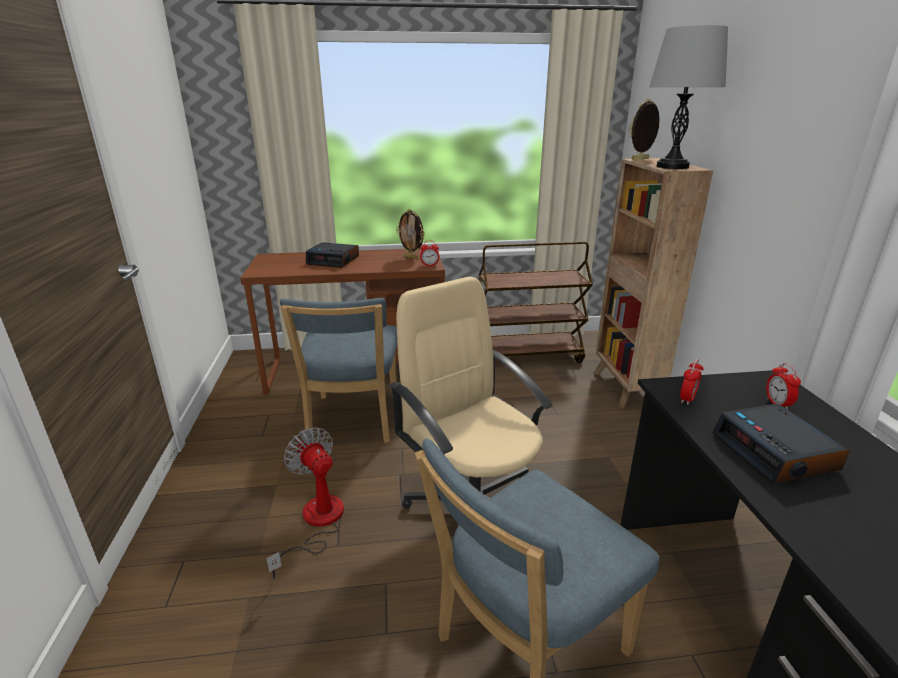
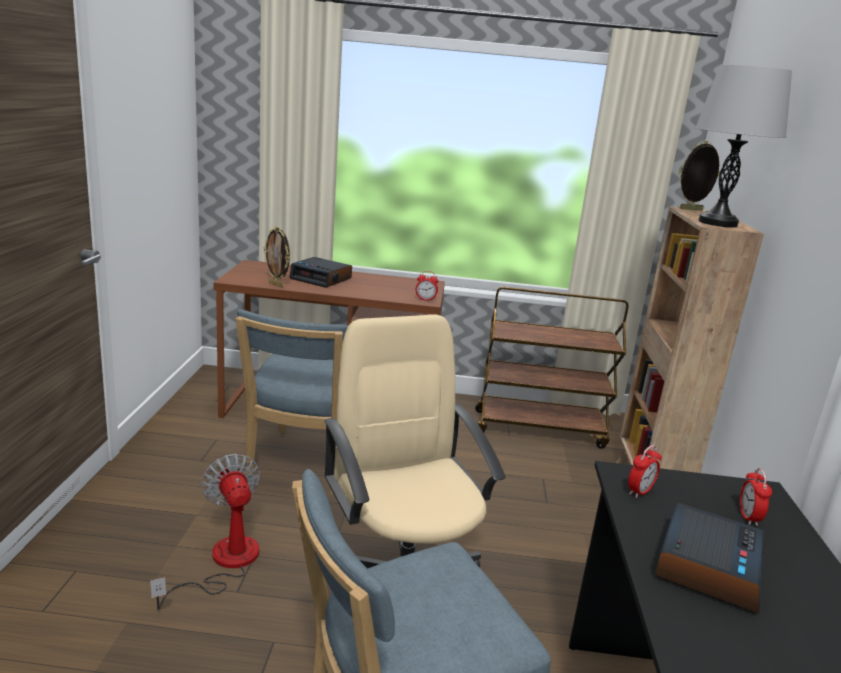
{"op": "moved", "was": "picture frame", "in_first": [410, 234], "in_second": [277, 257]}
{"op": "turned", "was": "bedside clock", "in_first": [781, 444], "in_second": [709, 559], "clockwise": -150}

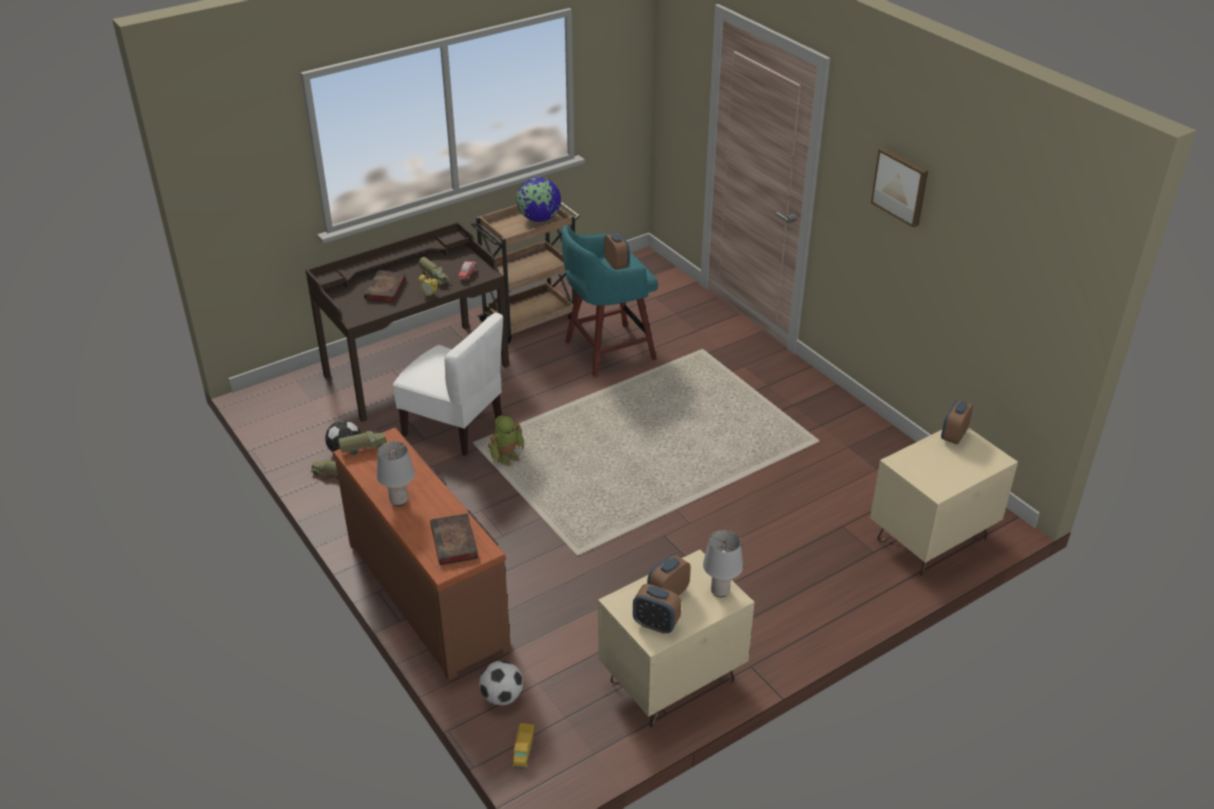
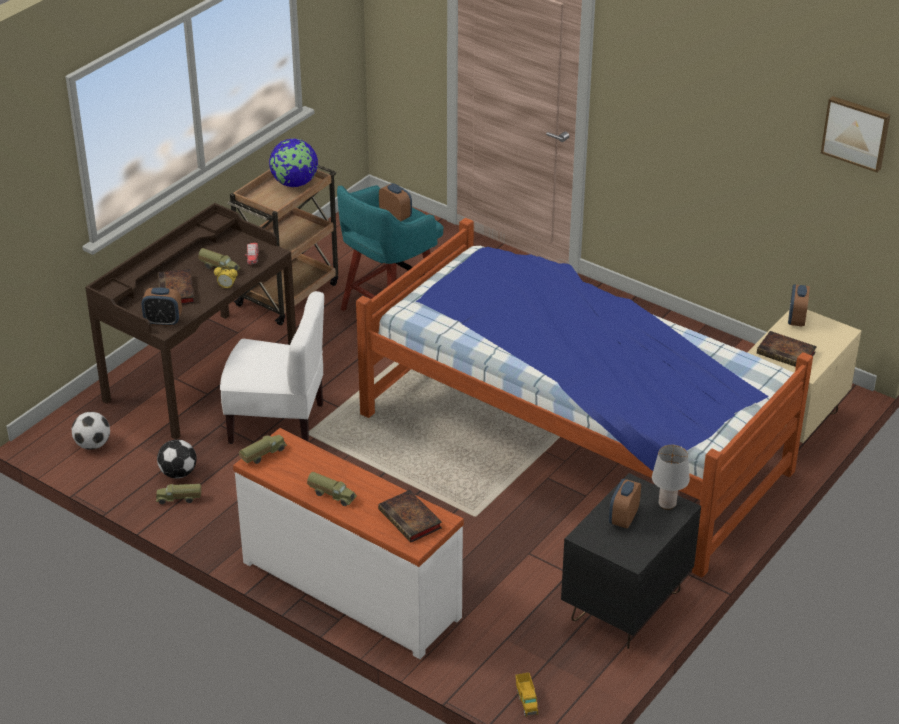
{"op": "recoloured", "was": "drawer chest (brown)", "now": "drawer chest (white)", "in_first": [422, 554], "in_second": [348, 543]}
{"op": "replaced", "was": "table lamp (gray)", "now": "toy lorry", "in_first": [396, 473], "in_second": [332, 489]}
{"op": "moved", "was": "football", "in_first": [501, 683], "in_second": [91, 431]}
{"op": "removed", "was": "robot figure", "in_first": [506, 441]}
{"op": "recoloured", "was": "nightstand (beige)", "now": "nightstand (black)", "in_first": [676, 639], "in_second": [631, 561]}
{"op": "moved", "was": "bedside clock", "in_first": [657, 609], "in_second": [162, 307]}
{"op": "moved", "was": "wall picture", "in_first": [899, 188], "in_second": [855, 134]}
{"op": "added", "now": "sleeping bed", "in_second": [584, 398]}
{"op": "added", "now": "book", "in_second": [787, 349]}

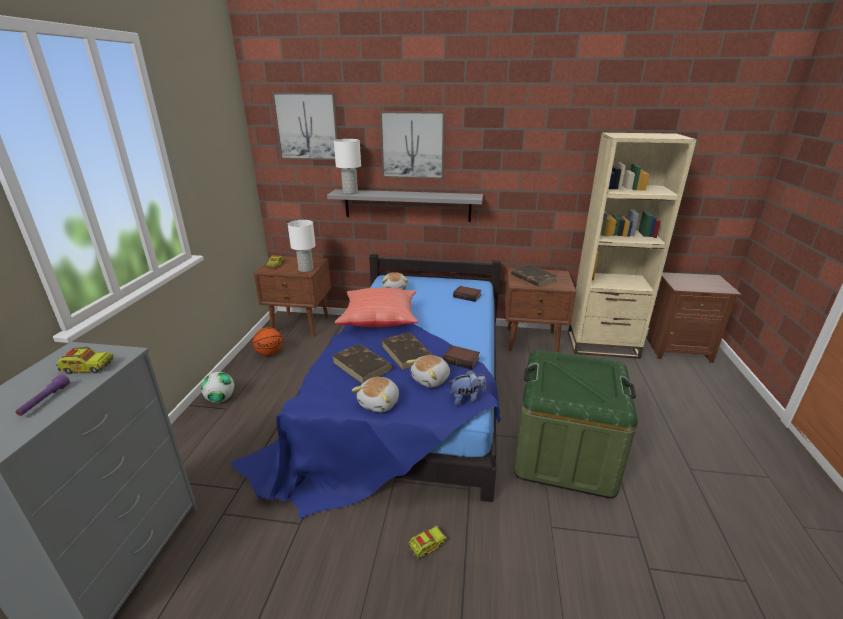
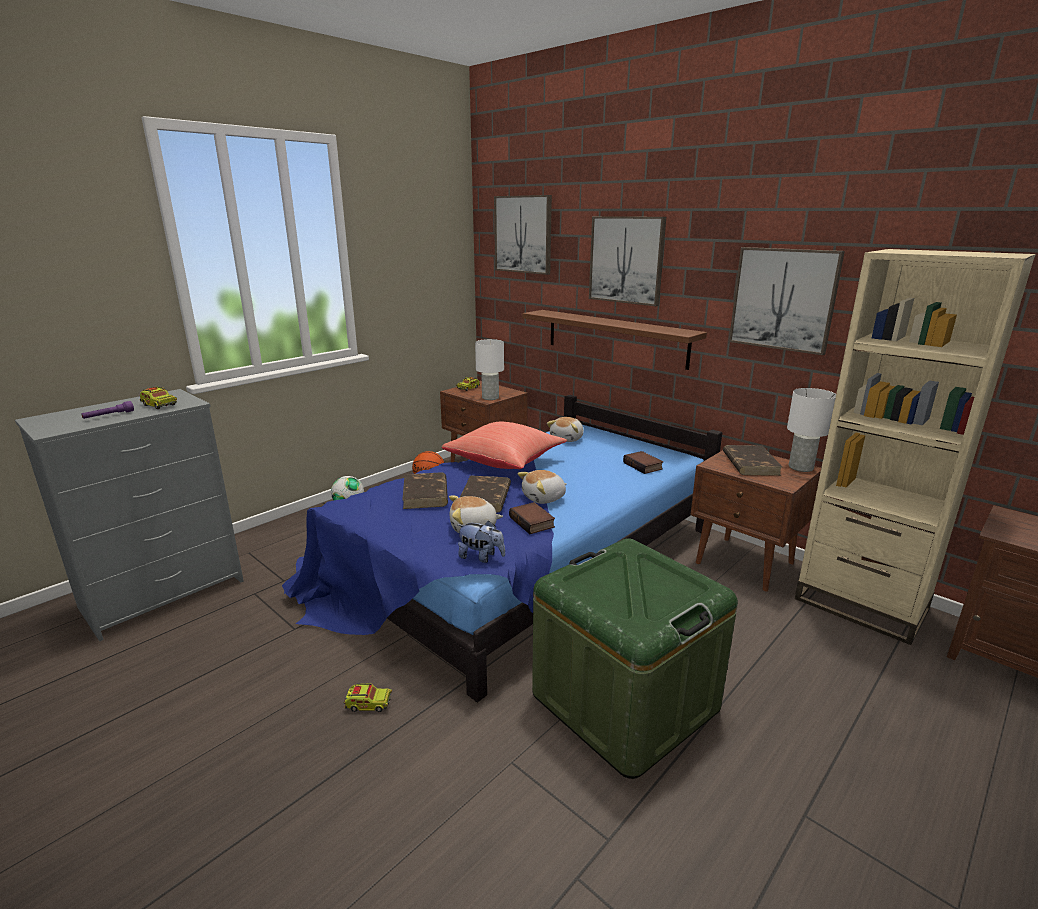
{"op": "recoloured", "was": "bracket shelf (gray)", "now": "bracket shelf (brown)", "in_first": [405, 205], "in_second": [614, 340]}
{"op": "moved", "was": "table lamp (white)", "in_first": [347, 166], "in_second": [811, 430]}
{"op": "moved", "was": "soft toy", "in_first": [375, 394], "in_second": [542, 487]}
{"op": "added", "now": "wall picture", "in_second": [787, 301]}

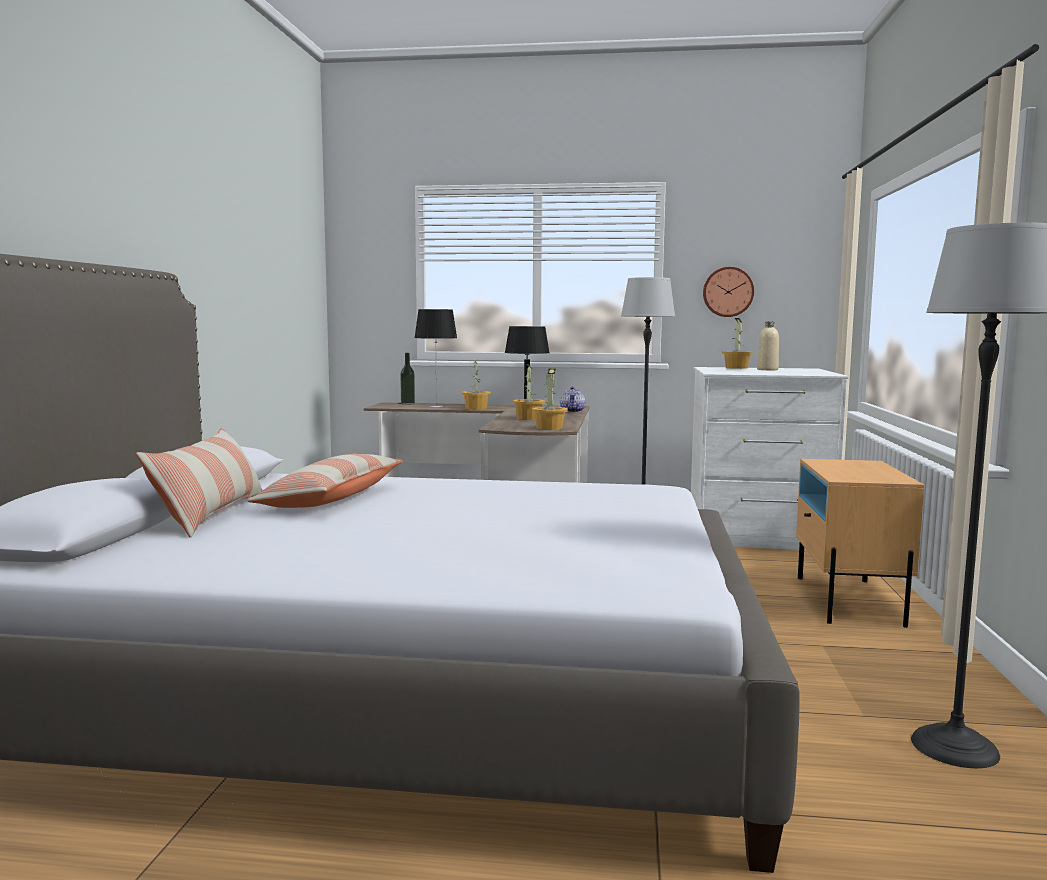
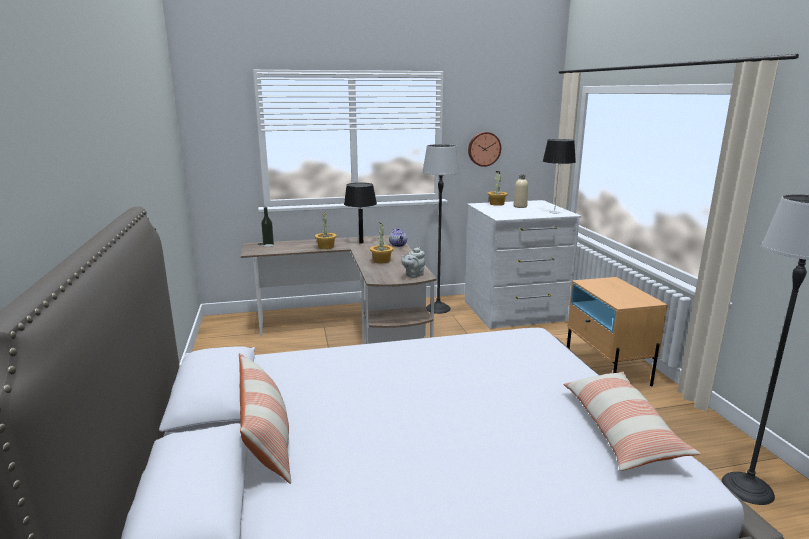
{"op": "moved", "was": "cushion", "in_first": [325, 481], "in_second": [632, 421]}
{"op": "moved", "was": "table lamp", "in_first": [435, 358], "in_second": [559, 176]}
{"op": "replaced", "was": "plant in a pot", "now": "teapot (gray)", "in_first": [550, 399], "in_second": [413, 262]}

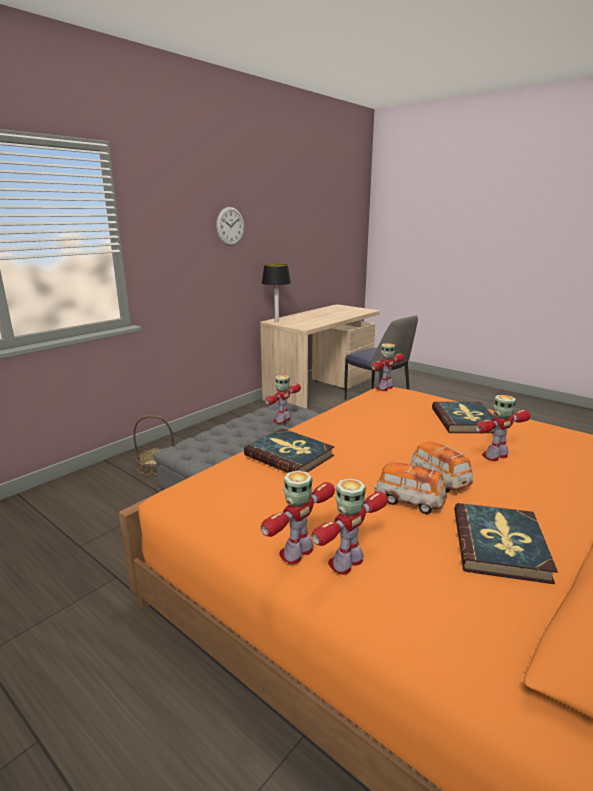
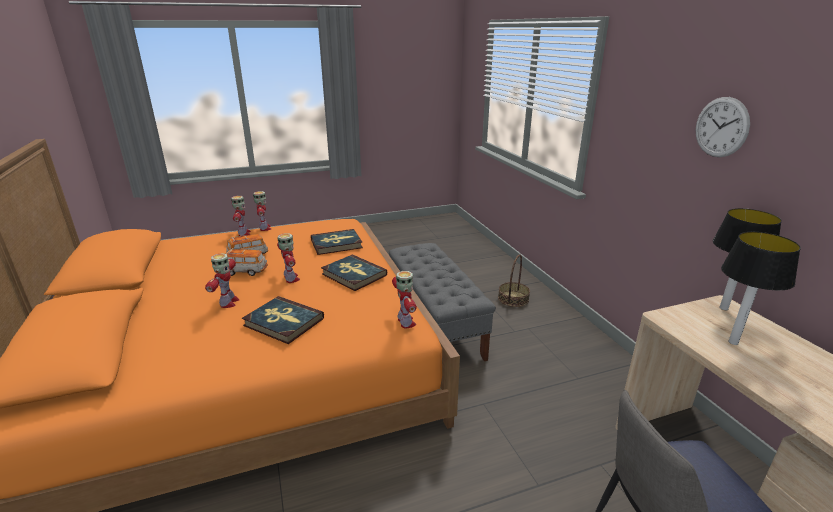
{"op": "moved", "was": "robot figure", "in_first": [283, 399], "in_second": [288, 258]}
{"op": "moved", "was": "book", "in_first": [506, 543], "in_second": [354, 272]}
{"op": "added", "now": "table lamp", "in_second": [761, 288]}

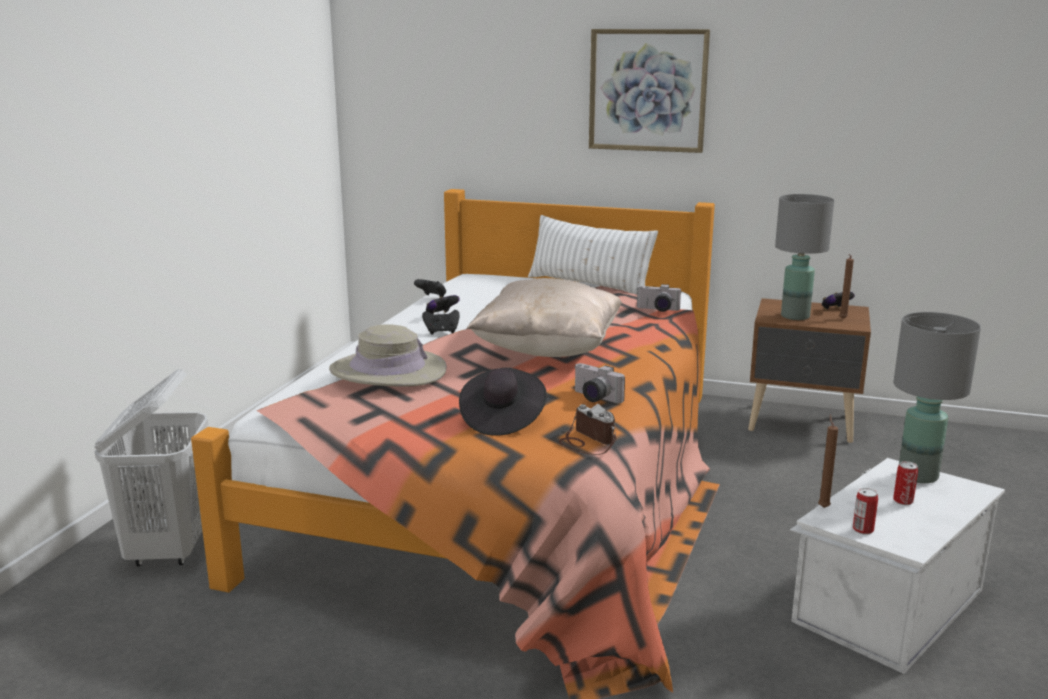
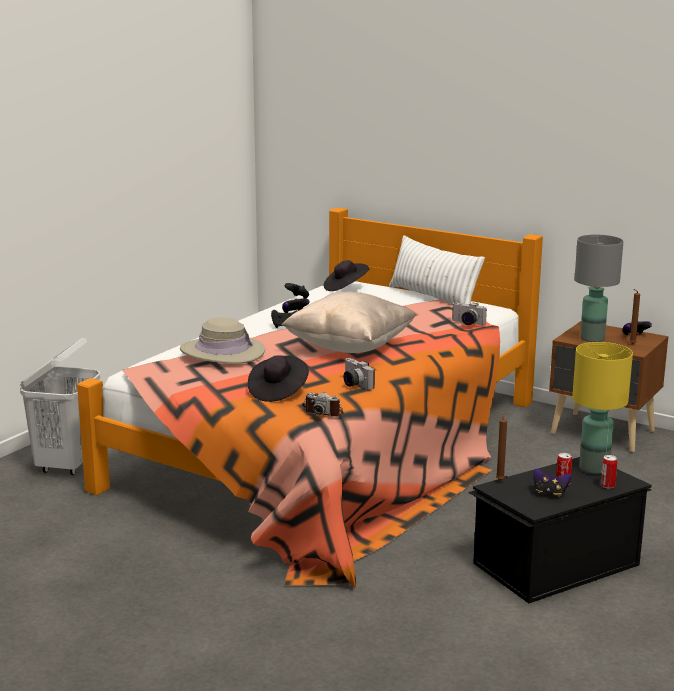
{"op": "turned", "was": "photo camera", "in_first": [587, 429], "in_second": [323, 404], "clockwise": 135}
{"op": "removed", "was": "wall picture", "in_first": [649, 91]}
{"op": "recoloured", "was": "storage container (white)", "now": "storage container (black)", "in_first": [897, 566], "in_second": [560, 530]}
{"op": "moved", "was": "can", "in_first": [865, 511], "in_second": [608, 471]}
{"op": "recoloured", "was": "table lamp (gray)", "now": "table lamp (yellow-coloured)", "in_first": [937, 397], "in_second": [602, 408]}
{"op": "added", "now": "hat (black)", "in_second": [346, 275]}
{"op": "added", "now": "gamepad", "in_second": [552, 482]}

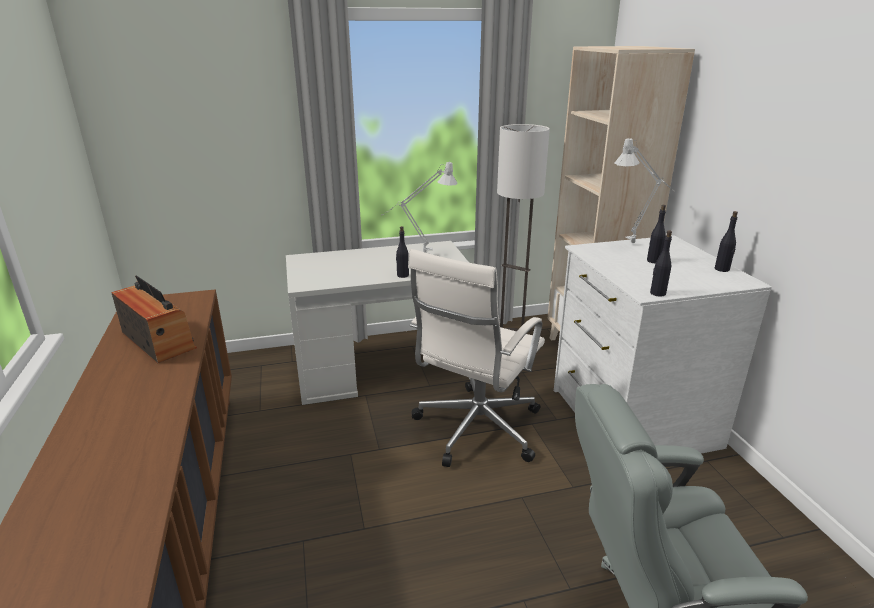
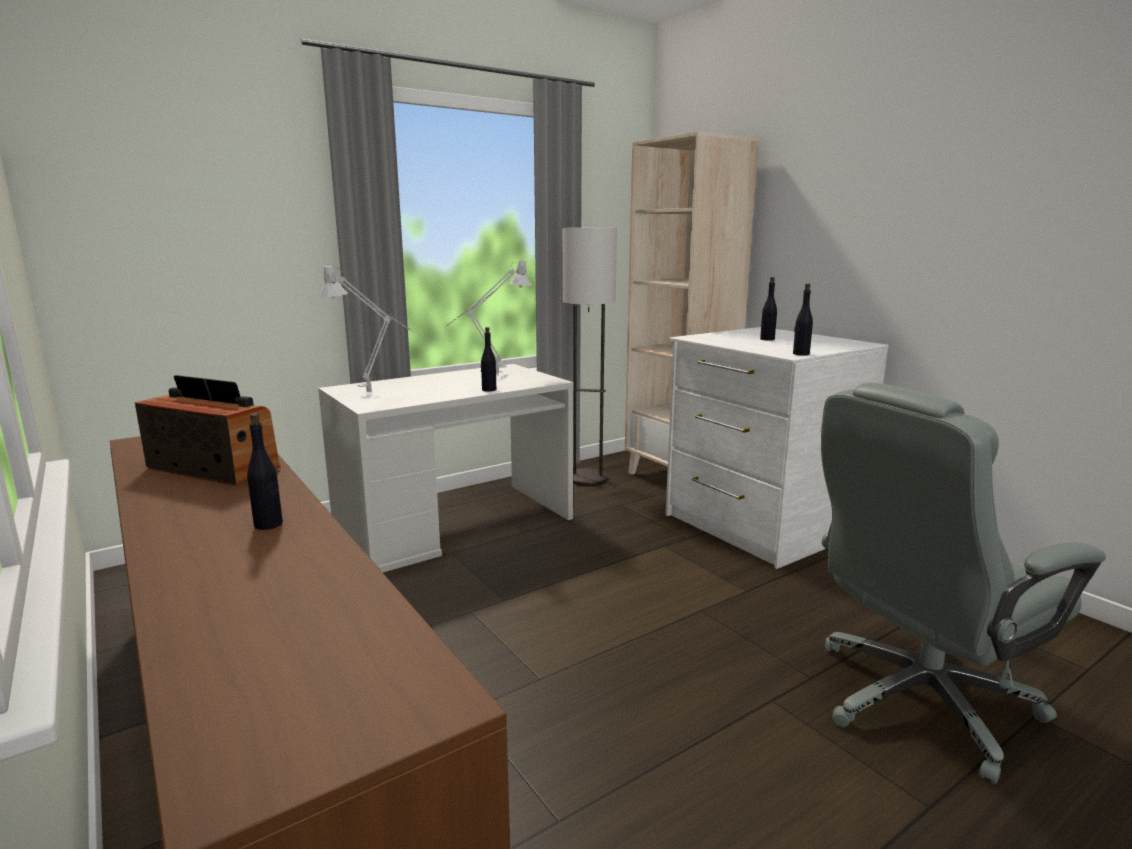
{"op": "removed", "was": "office chair (white)", "in_first": [476, 358]}
{"op": "moved", "was": "table lamp (gray)", "in_first": [644, 190], "in_second": [365, 329]}
{"op": "moved", "was": "bottle (black)", "in_first": [726, 241], "in_second": [265, 471]}

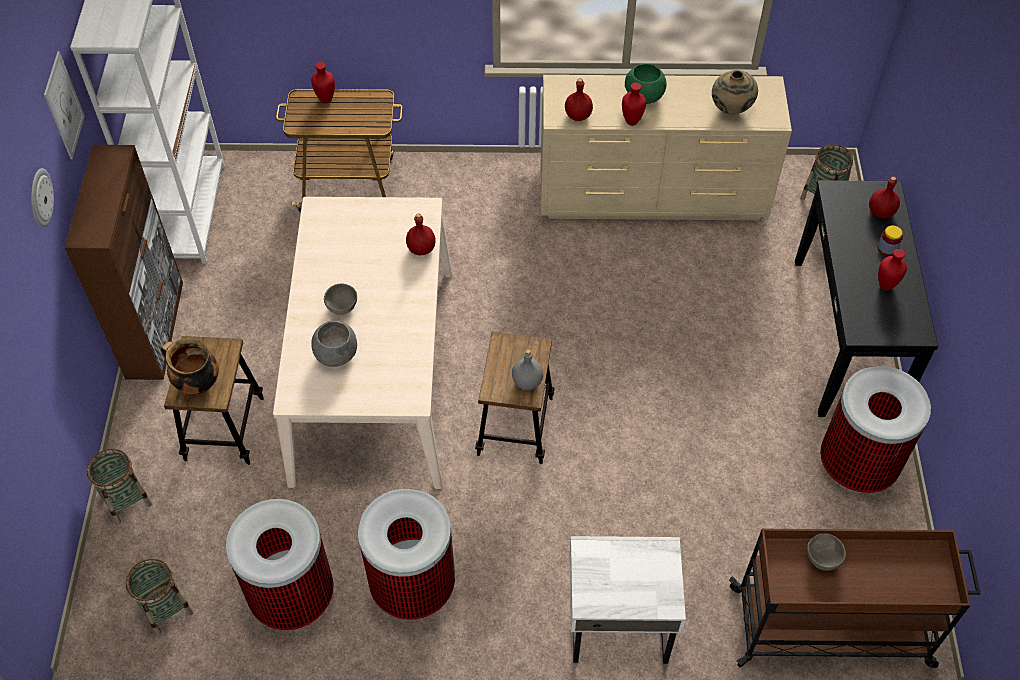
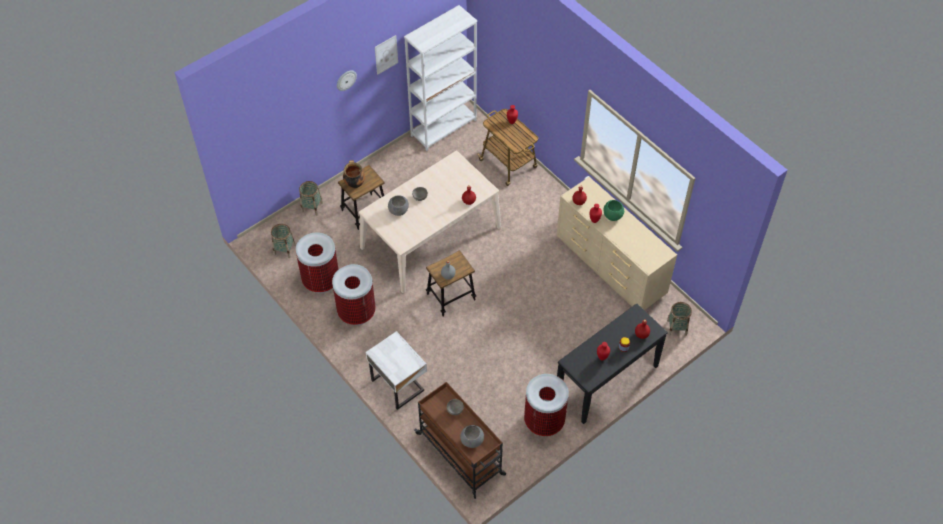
{"op": "removed", "was": "storage cabinet (brown)", "in_first": [124, 262]}
{"op": "removed", "was": "decorative vase (beige)", "in_first": [735, 92]}
{"op": "added", "now": "serving bowl (gray)", "in_second": [472, 436]}

